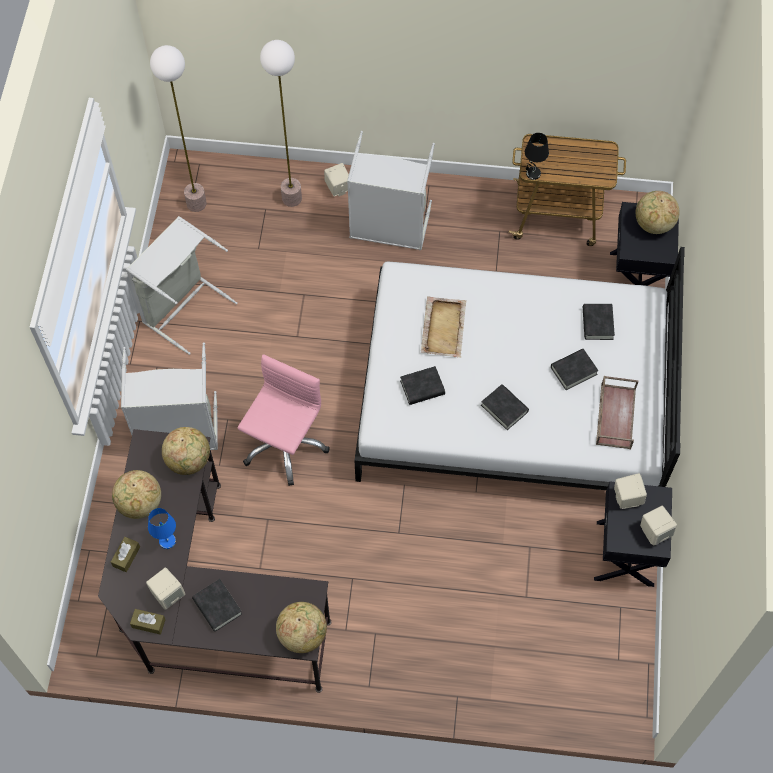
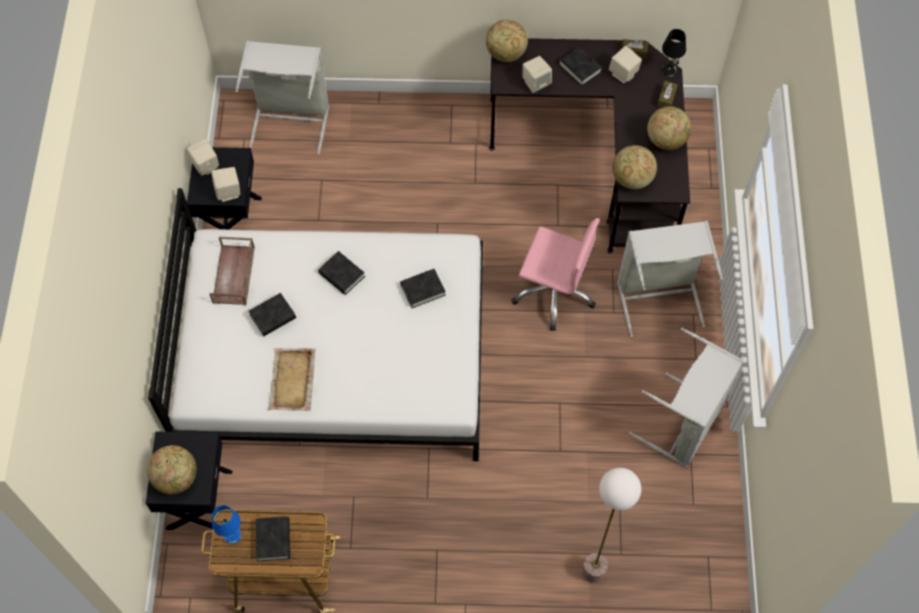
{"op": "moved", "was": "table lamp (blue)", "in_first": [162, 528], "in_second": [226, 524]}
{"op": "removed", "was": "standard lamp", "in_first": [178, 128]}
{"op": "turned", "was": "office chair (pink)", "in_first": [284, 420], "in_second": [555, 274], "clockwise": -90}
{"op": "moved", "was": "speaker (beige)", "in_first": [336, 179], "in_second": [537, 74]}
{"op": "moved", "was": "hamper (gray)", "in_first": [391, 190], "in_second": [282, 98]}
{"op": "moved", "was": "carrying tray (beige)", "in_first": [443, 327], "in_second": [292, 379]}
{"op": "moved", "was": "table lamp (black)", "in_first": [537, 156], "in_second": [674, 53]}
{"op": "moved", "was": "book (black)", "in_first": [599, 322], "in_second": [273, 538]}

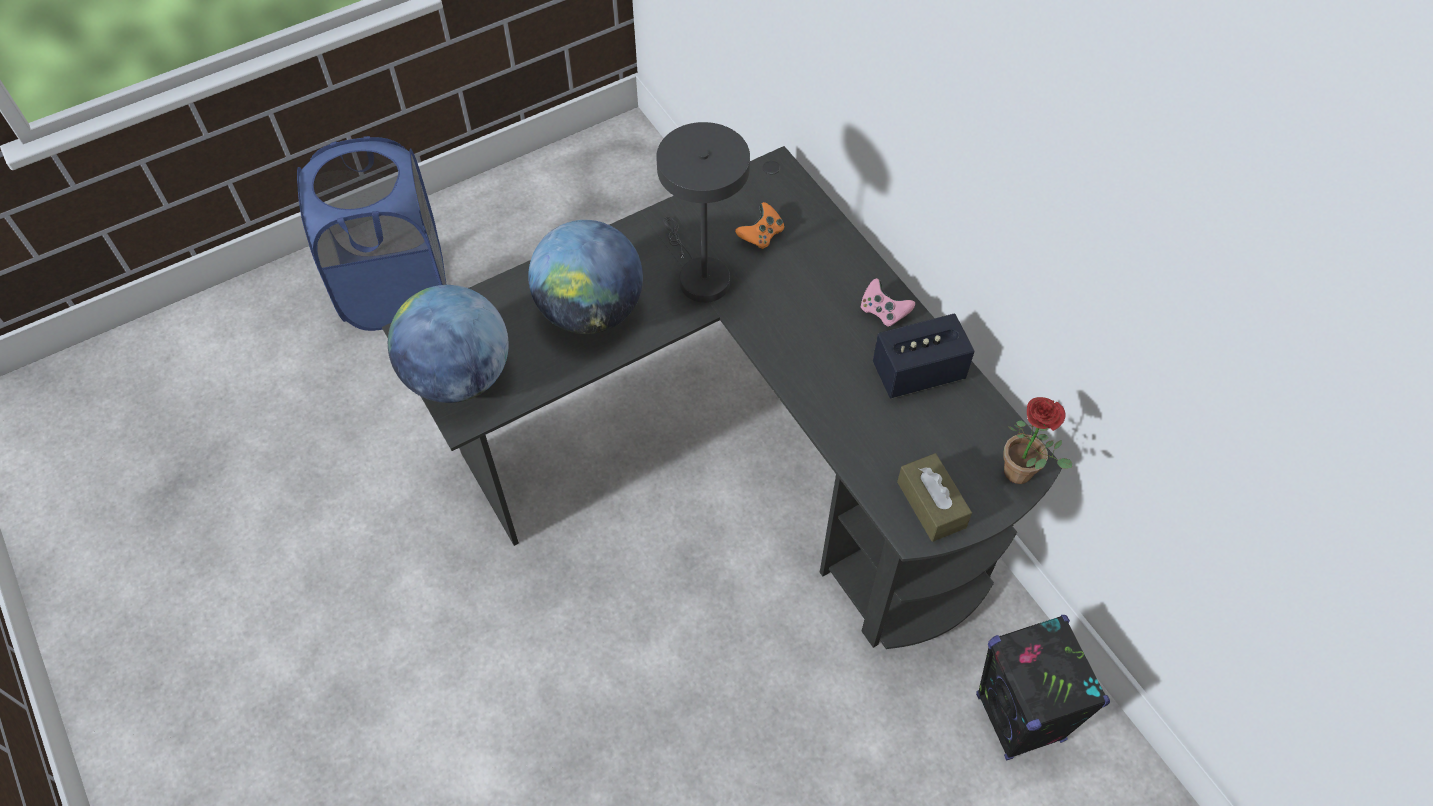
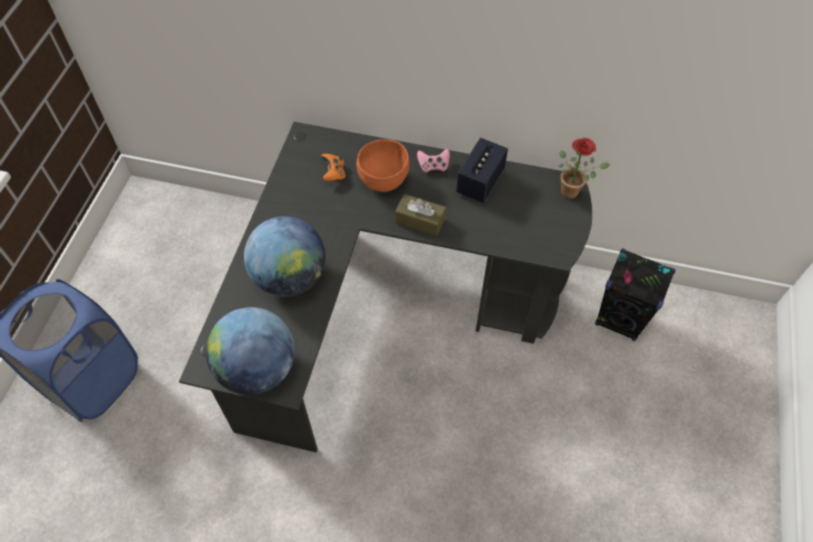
{"op": "removed", "was": "table lamp (gray)", "in_first": [703, 212]}
{"op": "moved", "was": "tissue holder (brown)", "in_first": [934, 497], "in_second": [420, 215]}
{"op": "added", "now": "serving bowl (orange)", "in_second": [383, 165]}

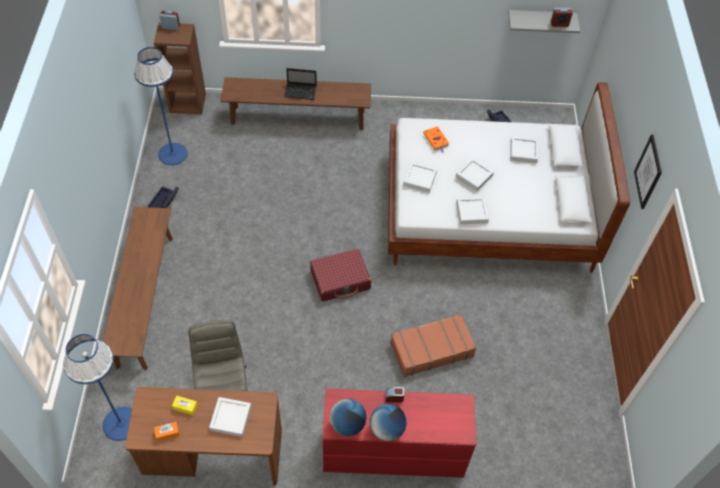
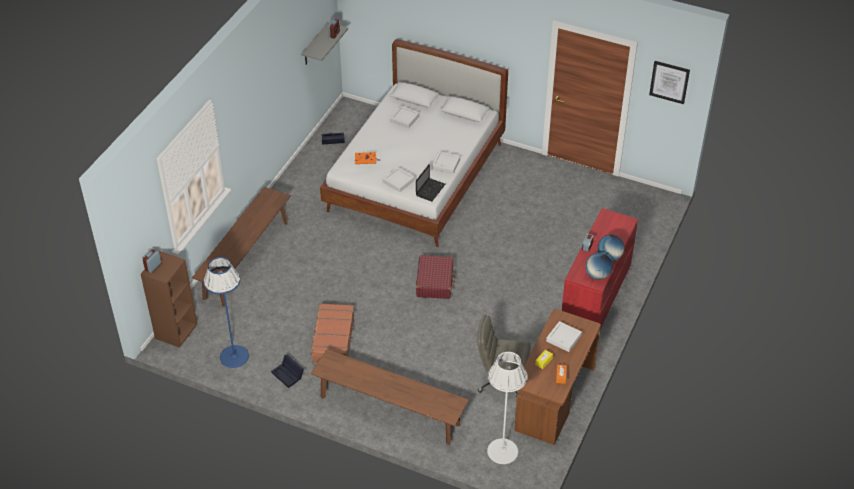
{"op": "recoloured", "was": "standard lamp (blue)", "now": "standard lamp (white)", "in_first": [97, 387], "in_second": [507, 408]}
{"op": "moved", "was": "notebook computer", "in_first": [300, 84], "in_second": [430, 182]}
{"op": "moved", "was": "travel case (brown)", "in_first": [433, 345], "in_second": [332, 333]}
{"op": "removed", "was": "carrying tray (gray)", "in_first": [475, 174]}
{"op": "moved", "was": "wall picture", "in_first": [648, 172], "in_second": [669, 82]}

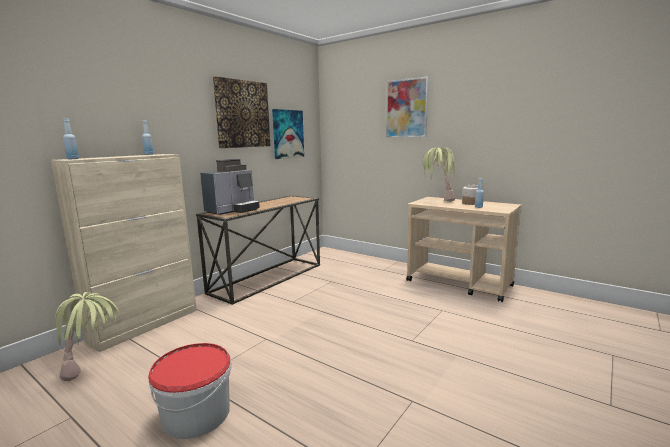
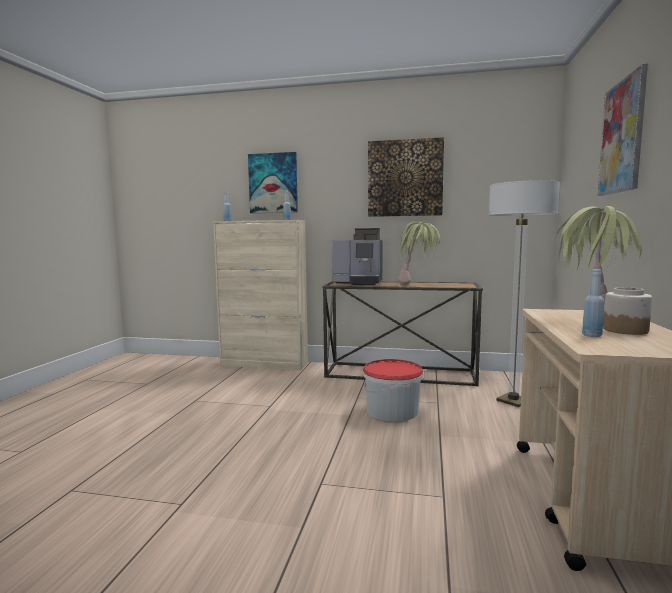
{"op": "moved", "was": "plant in a pot", "in_first": [86, 336], "in_second": [419, 253]}
{"op": "moved", "was": "bucket", "in_first": [190, 391], "in_second": [393, 390]}
{"op": "moved", "was": "wall picture", "in_first": [288, 134], "in_second": [273, 182]}
{"op": "added", "now": "standard lamp", "in_second": [524, 293]}

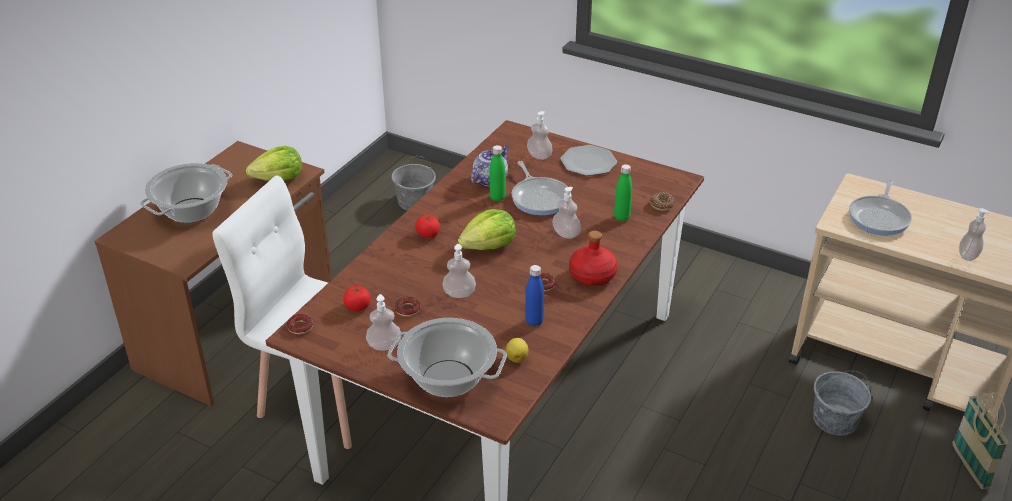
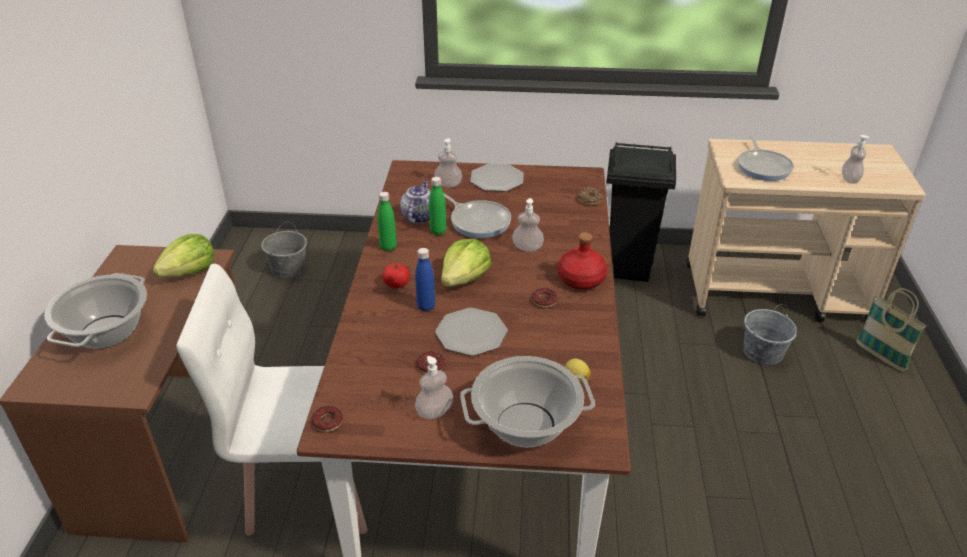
{"op": "removed", "was": "whole tomato", "in_first": [357, 298]}
{"op": "replaced", "was": "soap dispenser", "now": "dinner plate", "in_first": [459, 271], "in_second": [471, 332]}
{"op": "moved", "was": "bottle (blue)", "in_first": [534, 296], "in_second": [425, 279]}
{"op": "moved", "was": "bottle (green-coloured)", "in_first": [623, 192], "in_second": [387, 221]}
{"op": "added", "now": "rubbish bin (black)", "in_second": [641, 212]}

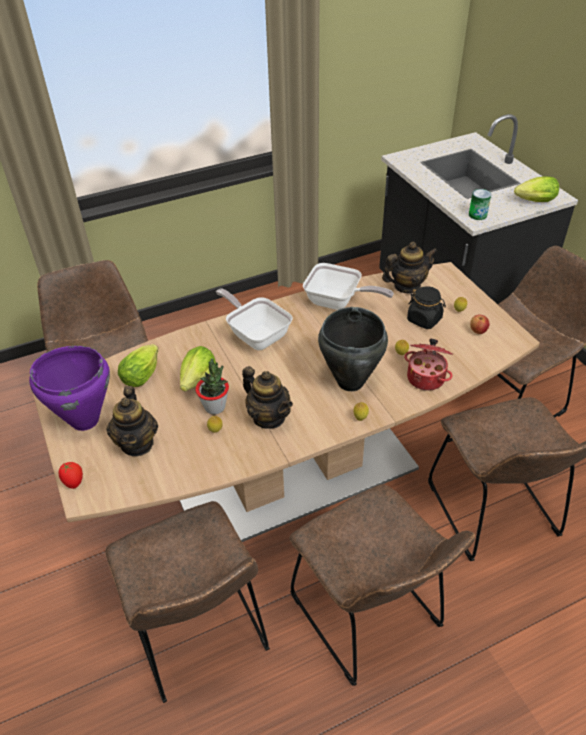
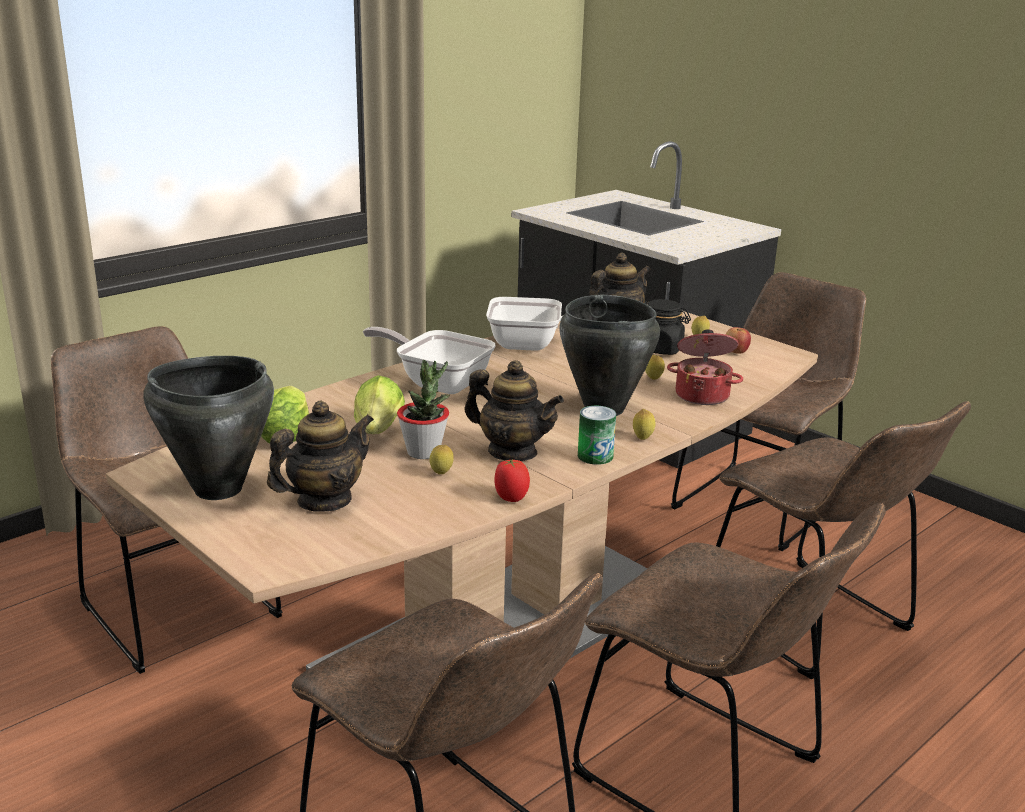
{"op": "recoloured", "was": "cooking pot (purplish)", "now": "cooking pot (black)", "in_first": [69, 388], "in_second": [208, 428]}
{"op": "moved", "was": "whole tomato", "in_first": [70, 475], "in_second": [512, 480]}
{"op": "turned", "was": "teapot", "in_first": [132, 421], "in_second": [320, 456], "clockwise": -105}
{"op": "moved", "was": "can", "in_first": [480, 204], "in_second": [597, 435]}
{"op": "removed", "was": "head of lettuce", "in_first": [536, 189]}

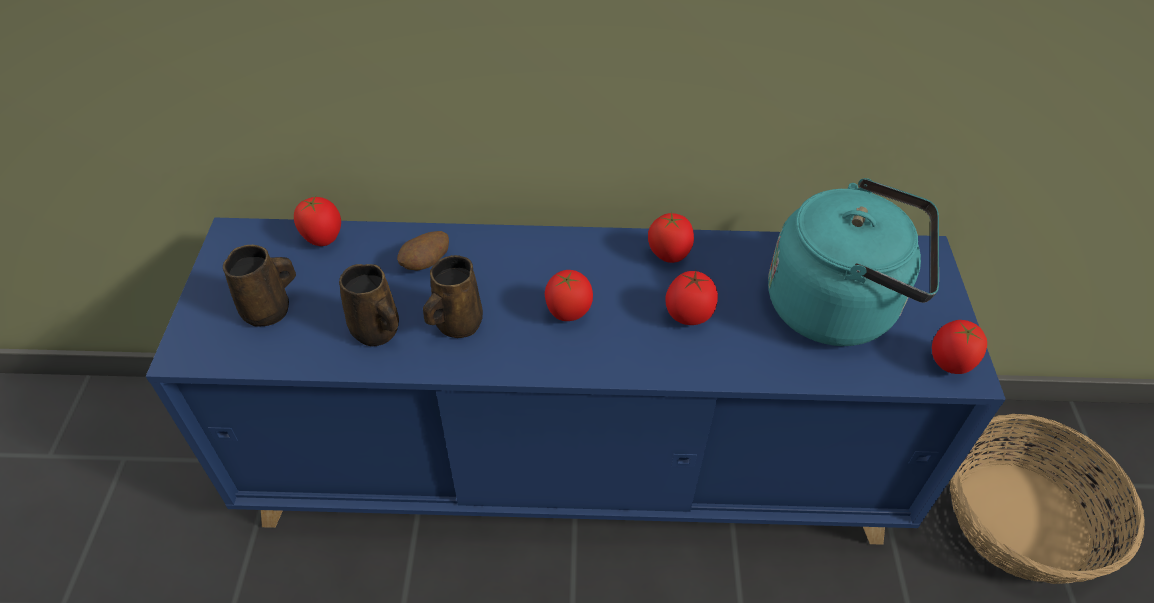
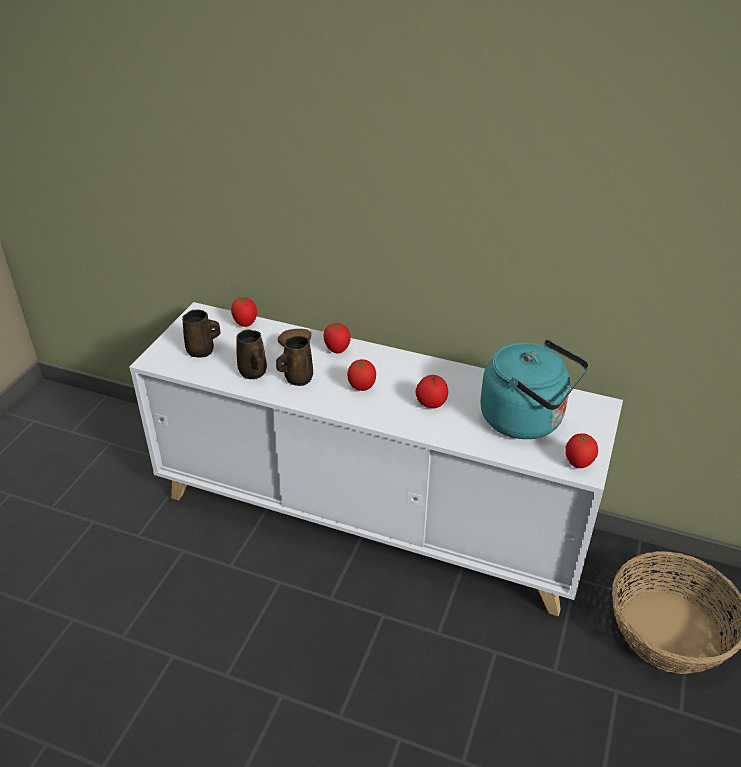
{"op": "recoloured", "was": "storage cabinet (blue)", "now": "storage cabinet (white)", "in_first": [576, 381], "in_second": [376, 459]}
{"op": "moved", "was": "whole tomato", "in_first": [671, 237], "in_second": [337, 338]}

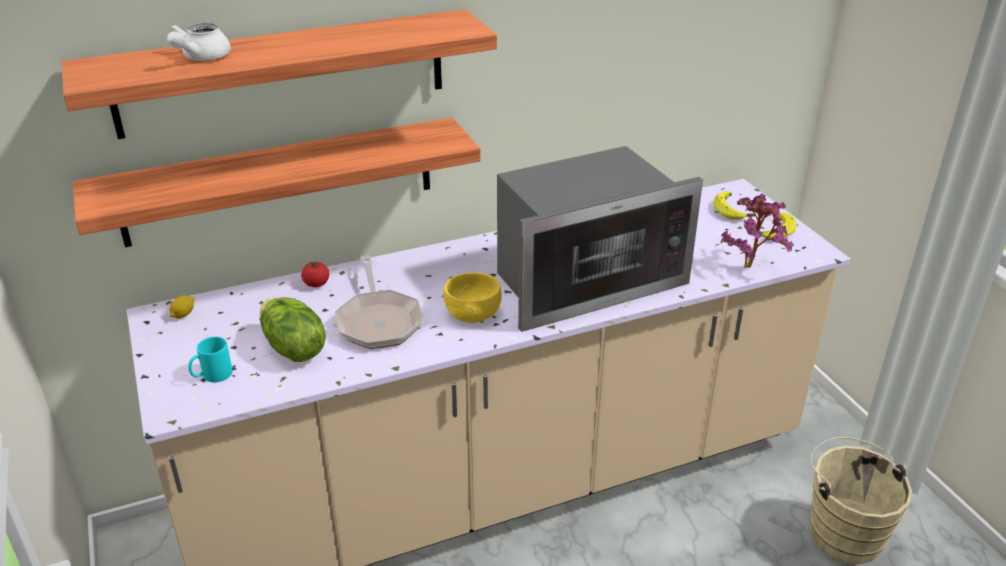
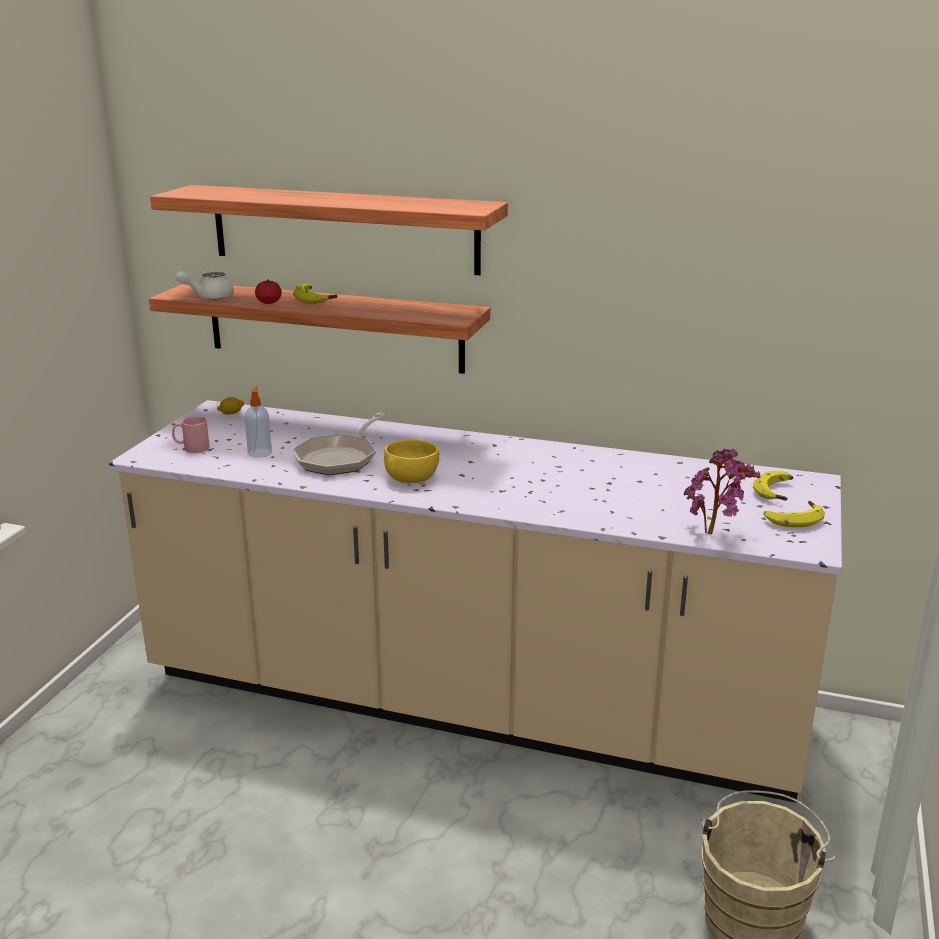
{"op": "moved", "was": "teapot (white)", "in_first": [199, 42], "in_second": [204, 284]}
{"op": "recoloured", "was": "mug (turquoise)", "now": "mug (pink)", "in_first": [211, 359], "in_second": [191, 434]}
{"op": "replaced", "was": "head of lettuce", "now": "soap dispenser", "in_first": [293, 329], "in_second": [258, 422]}
{"op": "moved", "was": "whole tomato", "in_first": [315, 274], "in_second": [268, 291]}
{"op": "removed", "was": "microwave", "in_first": [600, 239]}
{"op": "added", "now": "whole banana", "in_second": [315, 294]}

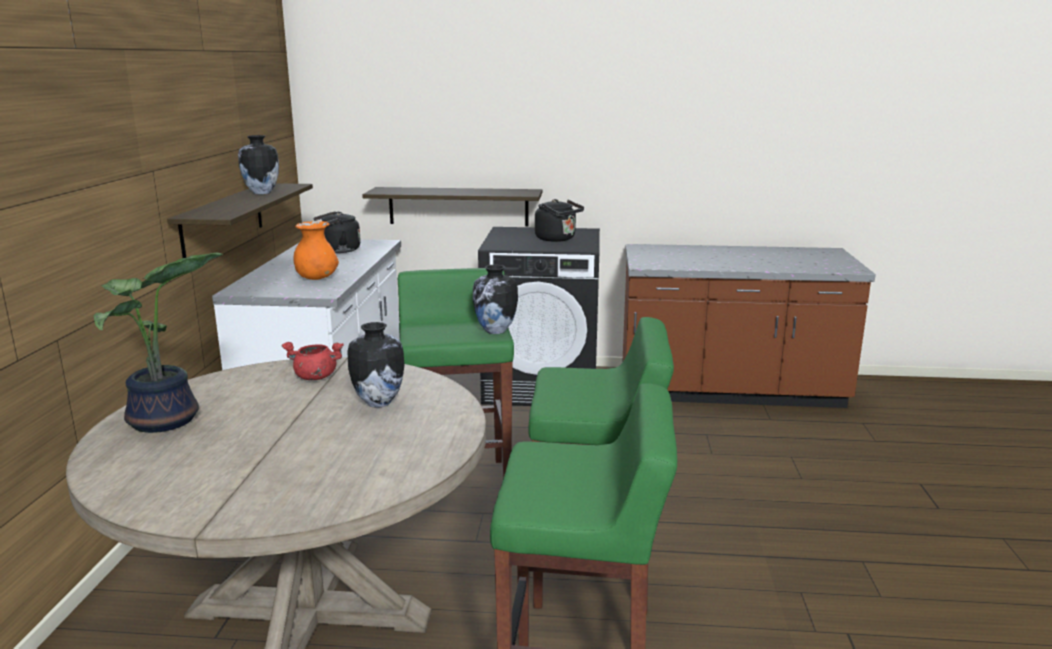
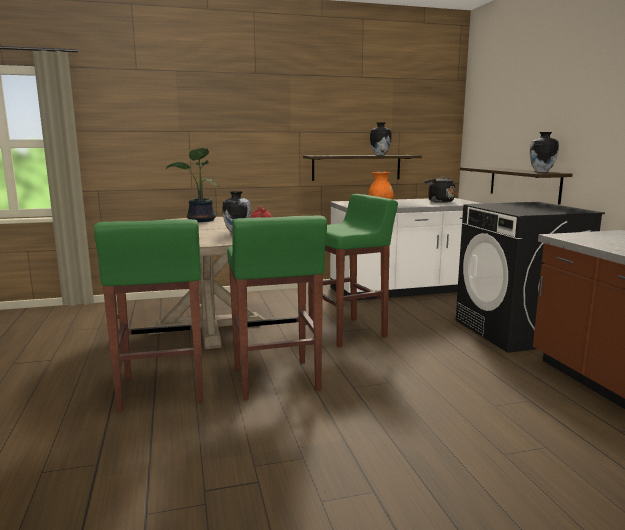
{"op": "moved", "was": "decorative vase", "in_first": [495, 299], "in_second": [544, 152]}
{"op": "removed", "was": "kettle (black)", "in_first": [559, 220]}

